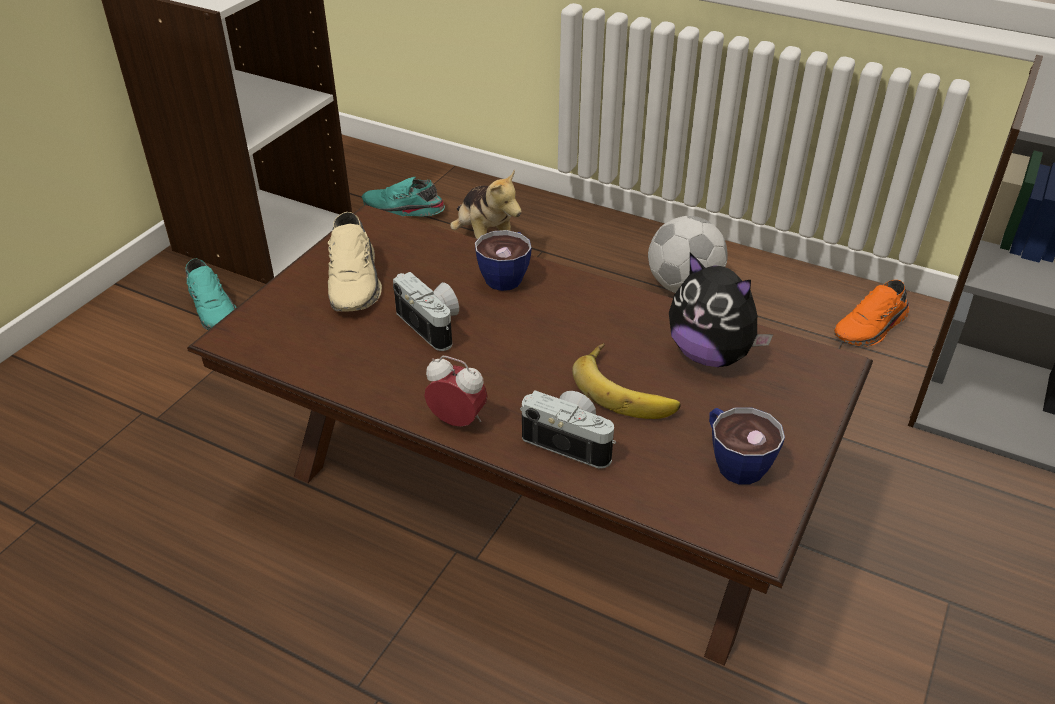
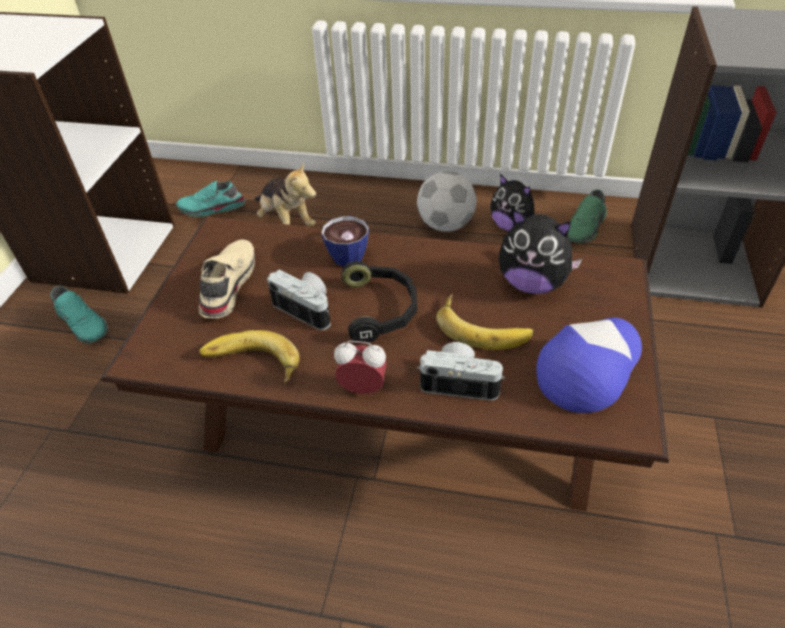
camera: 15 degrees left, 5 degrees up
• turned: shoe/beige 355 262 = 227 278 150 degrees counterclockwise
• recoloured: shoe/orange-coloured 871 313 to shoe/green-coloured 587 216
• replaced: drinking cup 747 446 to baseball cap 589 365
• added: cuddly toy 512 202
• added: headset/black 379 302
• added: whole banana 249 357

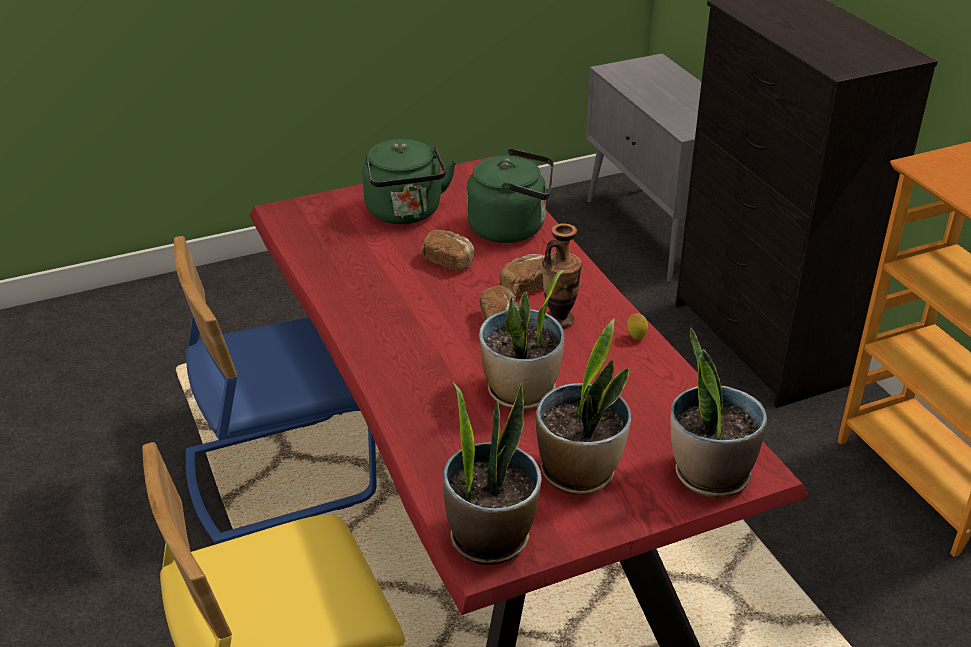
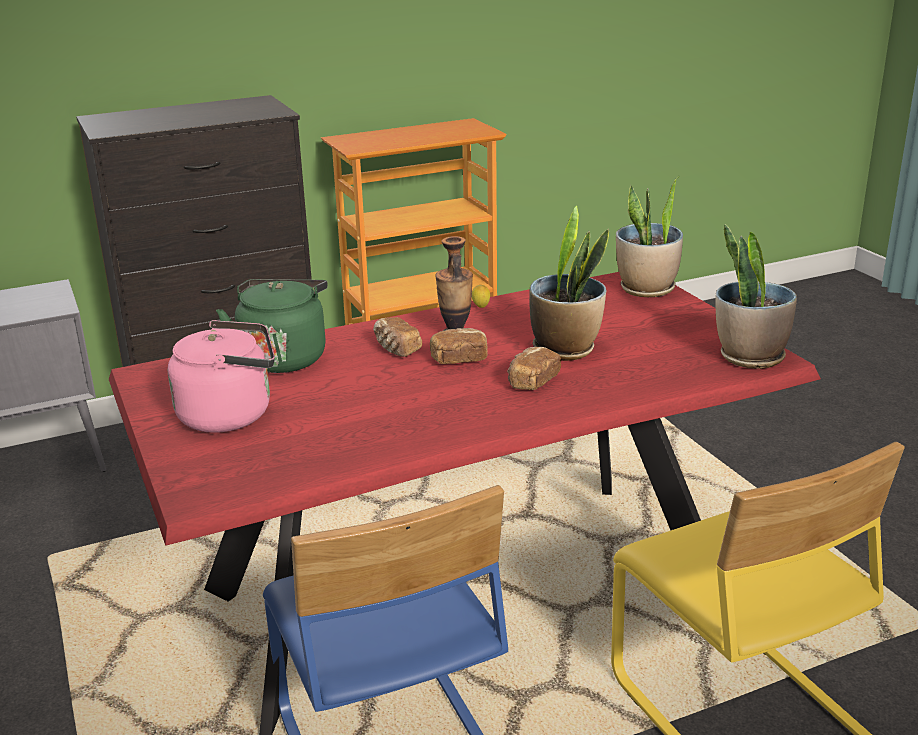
camera: 90 degrees left, 10 degrees down
• recoloured: kettle/green-coloured 409 181 to kettle/pink 221 376
• moved: bread 448 250 to 534 368
• removed: plant in a pot 583 406

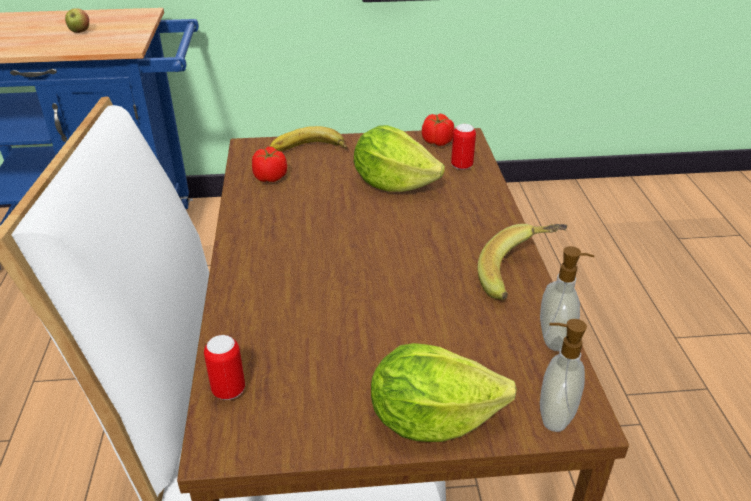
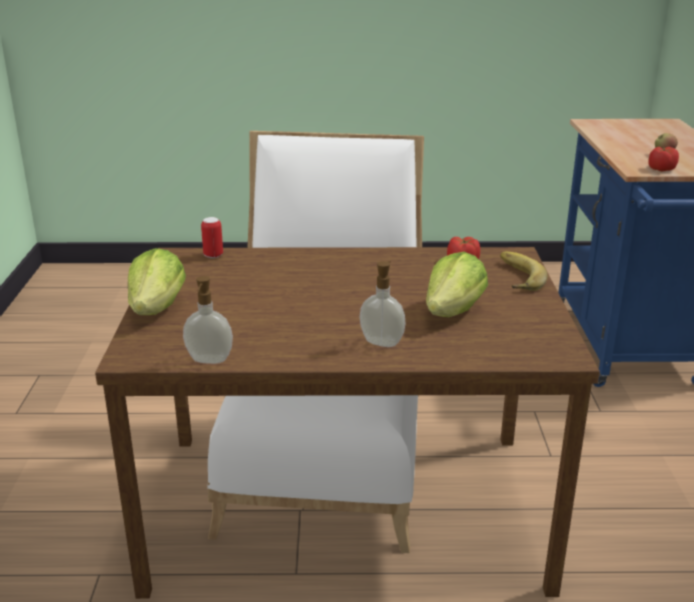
camera: 95 degrees right, 10 degrees down
• moved: fresh tomato 438 130 to 663 159
• removed: can 463 147
• removed: whole banana 522 262
• moved: soap bottle 563 375 to 383 304

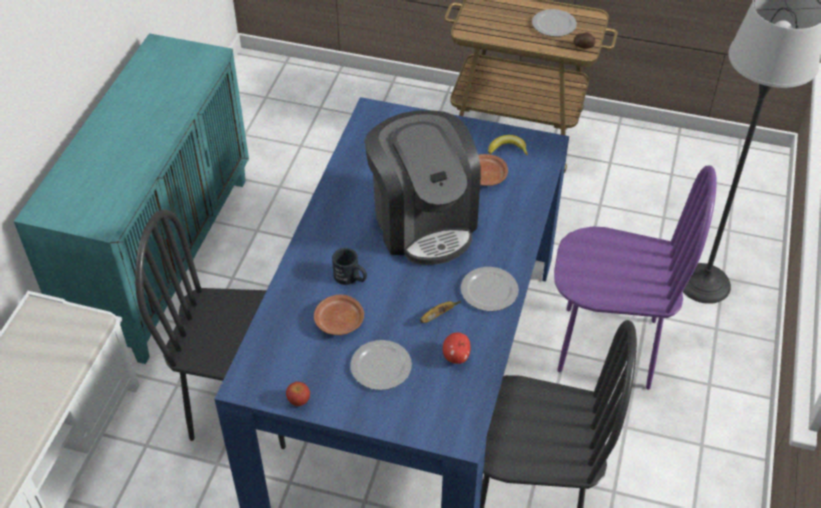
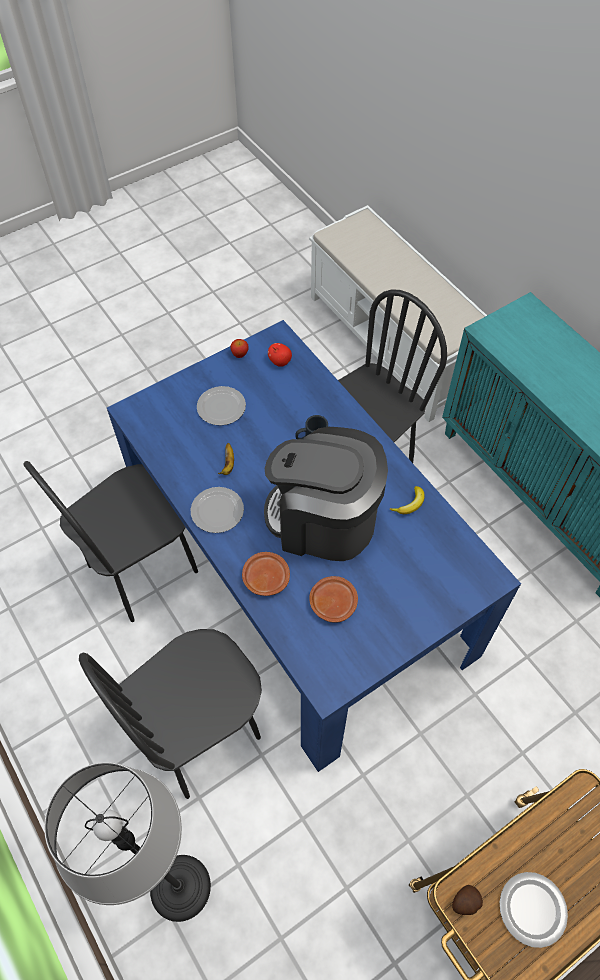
camera: 130 degrees right, 10 degrees up
• moved: whole banana 508 145 to 407 500
• recoloured: chair/purplish 635 277 to chair/black 170 714
• moved: plate/brown 339 315 to 266 574
• moved: apple fruit 457 348 to 280 355

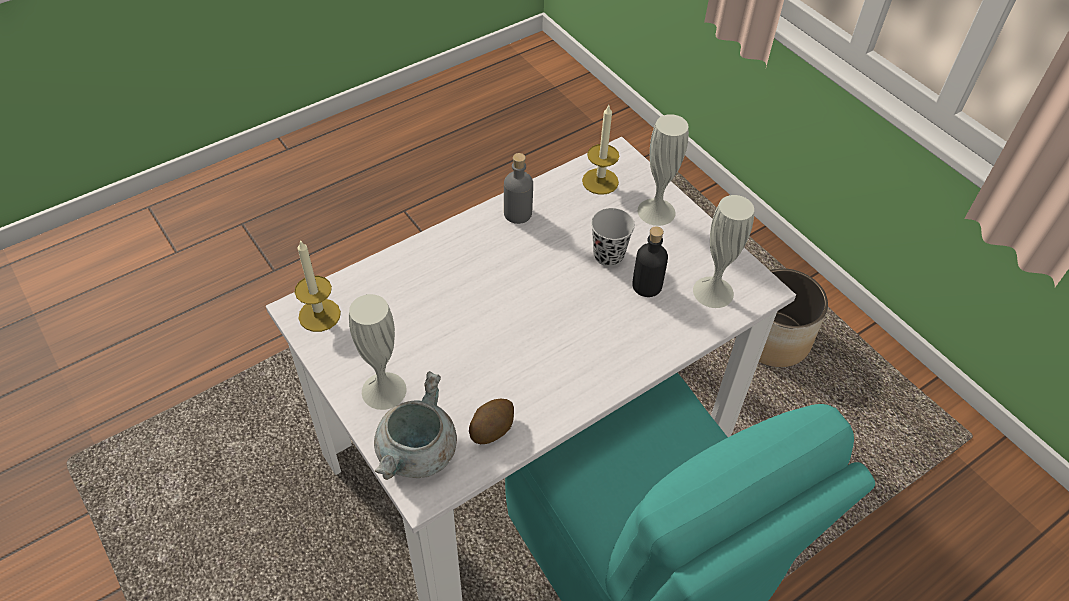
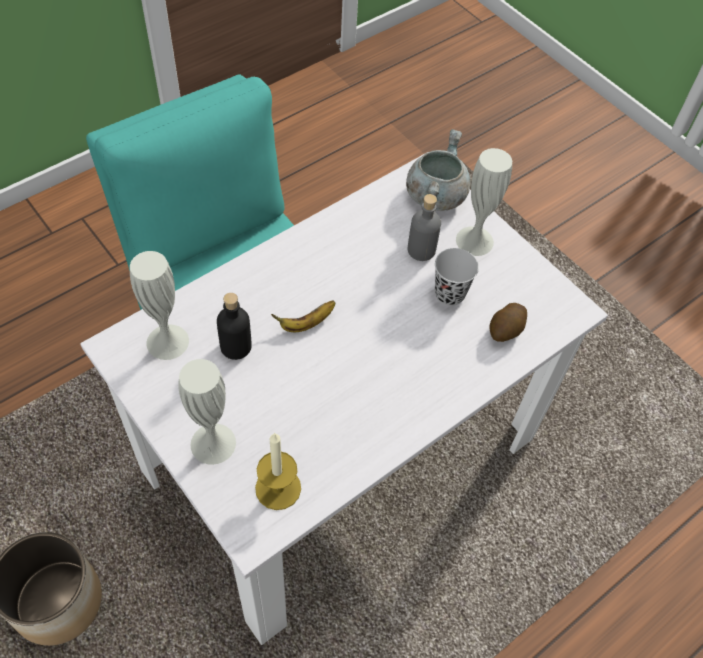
camera: 175 degrees right, 5 degrees up
• moved: bottle/gray 518 188 to 424 227
• moved: drinking cup/black 613 237 to 457 277
• removed: wax light 317 286
• moved: whole potato 491 421 to 508 322
• added: whole banana 303 316

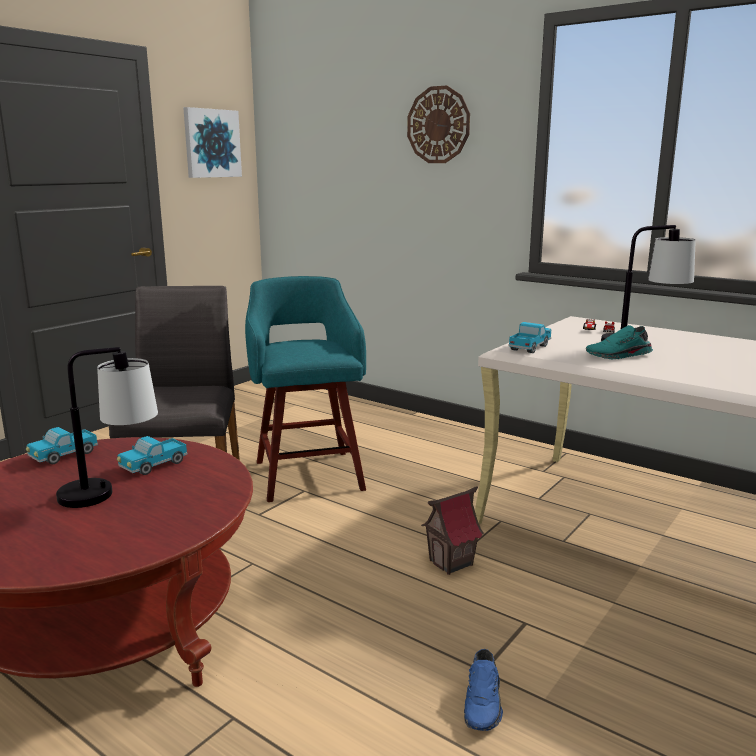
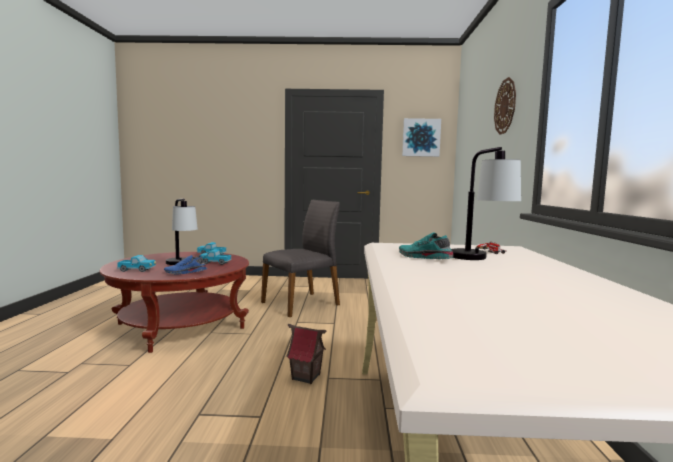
camera: 55 degrees right, 10 degrees down
• removed: stool seat/turquoise-coloured 305 389
• moved: toy lorry 529 337 to 136 263
• moved: shoe/blue-coloured 483 690 to 185 265

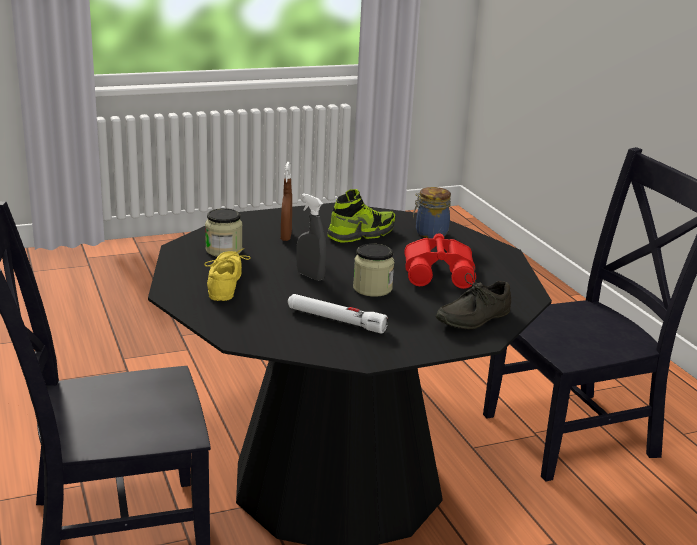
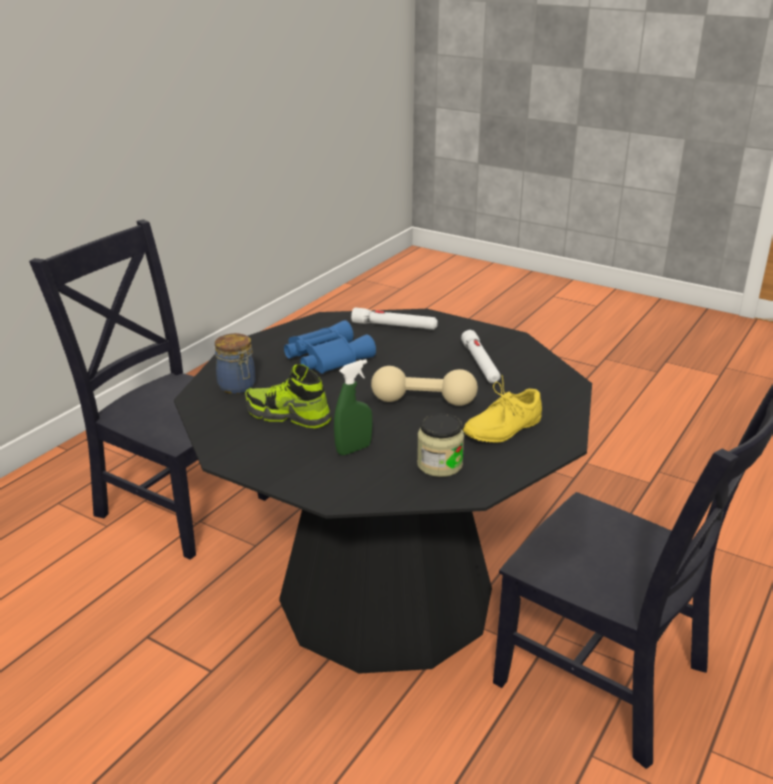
camera: 125 degrees left, 5 degrees up
• recoloured: spray bottle/brown 286 201 to spray bottle/green-coloured 353 407
• replaced: spray bottle/gray 311 237 to free weight/beige 424 386
• recoloured: pair of binoculars/reddish 440 261 to pair of binoculars/blue-coloured 330 347
• removed: storage jar 373 270
• replaced: shoe/gray 473 298 to flashlight/white-coloured 394 318

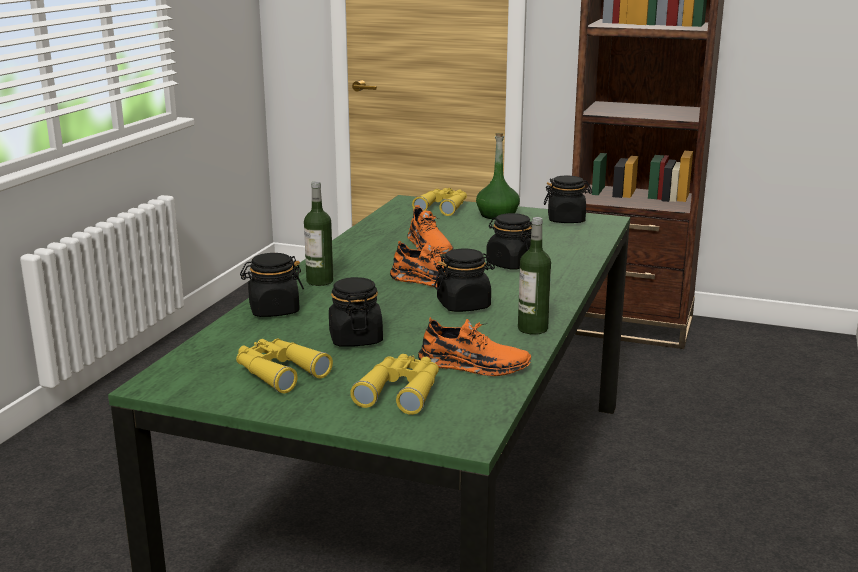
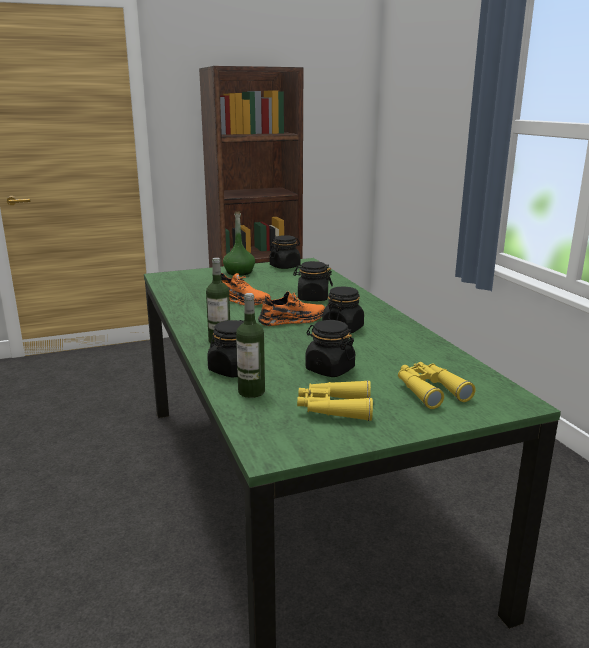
camera: 40 degrees left, 0 degrees up
• removed: pair of binoculars/yellow-coloured 439 202
• moved: bottle 534 276 to 250 345
• removed: shoe/orange-coloured 474 346

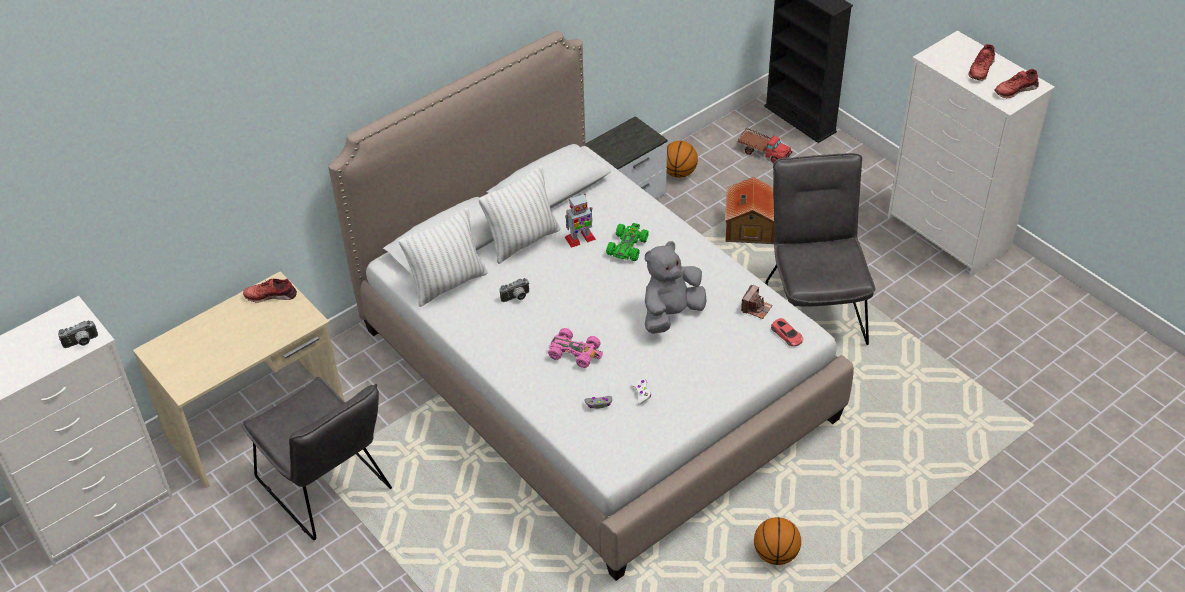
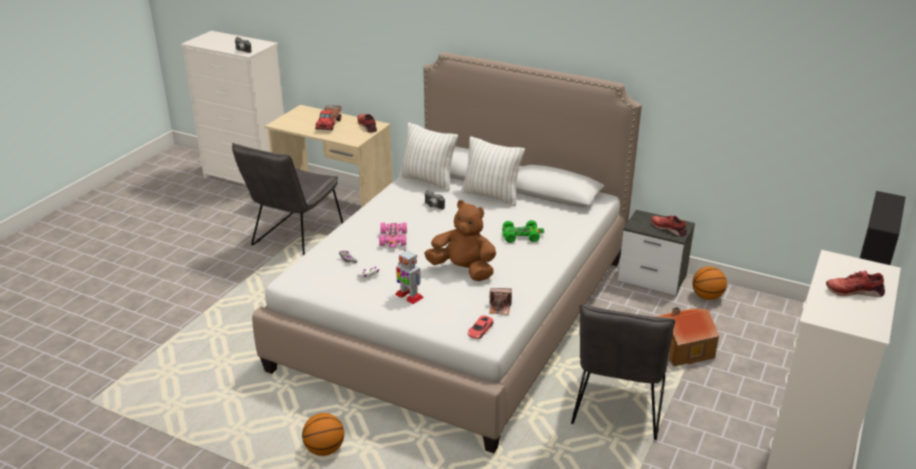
camera: 65 degrees right, 15 degrees down
• moved: shoe/reddish 1016 83 to 669 226
• moved: toy lorry 764 145 to 328 117
• turned: chair/gray 820 249 = 623 372 135 degrees clockwise
• moved: toy robot 580 221 to 409 277
• recoloured: cuddly toy/gray 676 287 to cuddly toy/brown 460 240

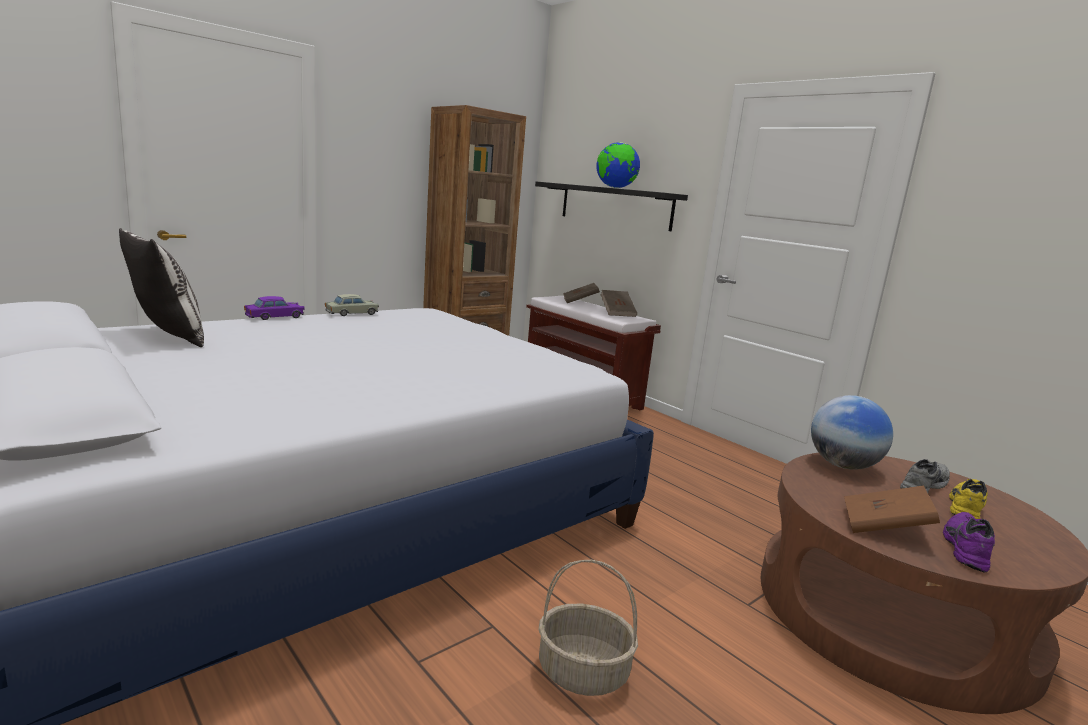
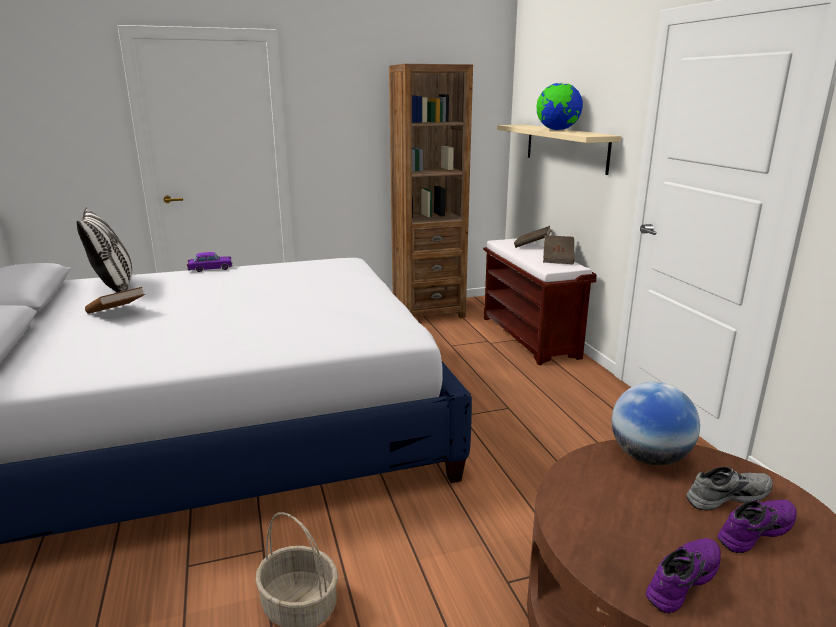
camera: 25 degrees right, 5 degrees up
• recoloured: shelf/black 611 206 to shelf/beige 559 150
• removed: toy car/beige 352 305
• recoloured: shoe/yellow-coloured 968 499 to shoe/purplish 757 526
• moved: bound book/brown 892 509 to 115 300

